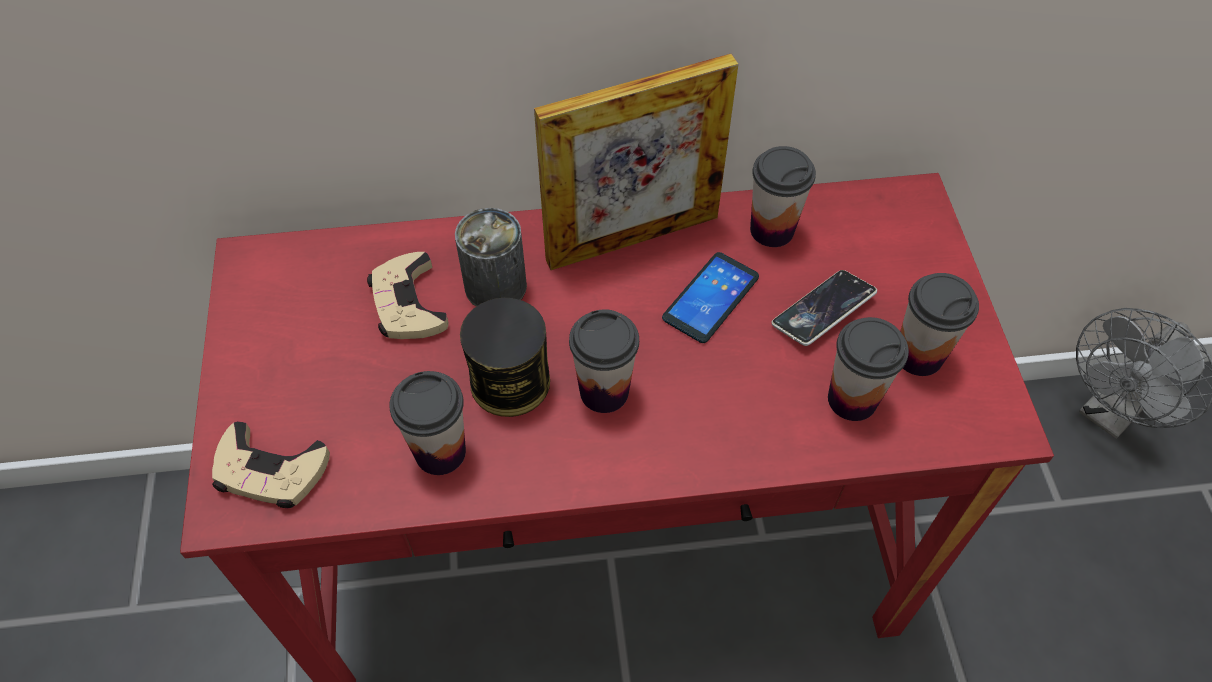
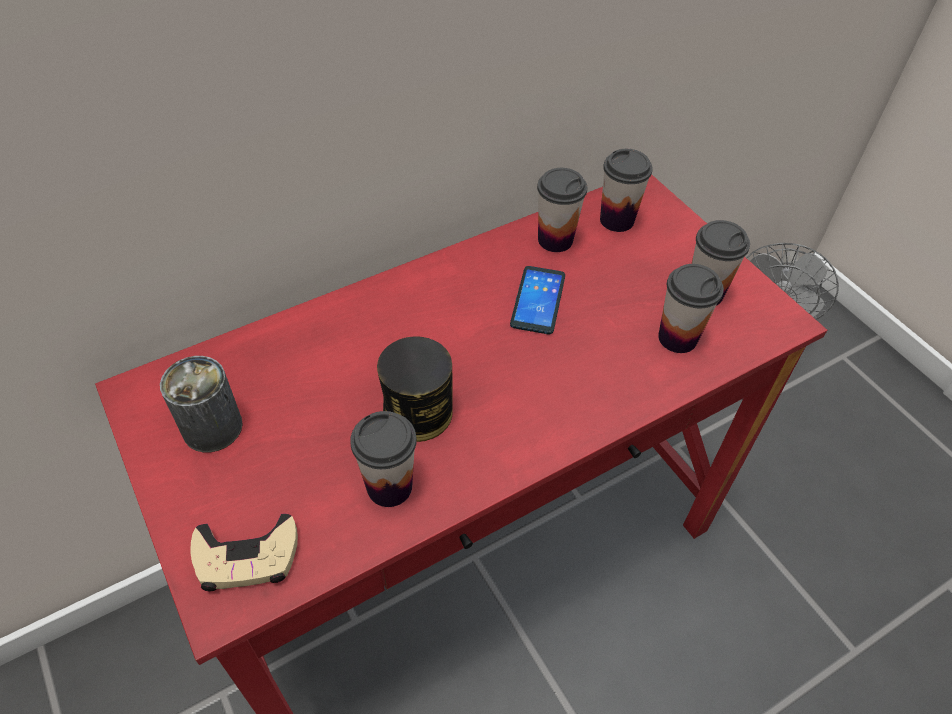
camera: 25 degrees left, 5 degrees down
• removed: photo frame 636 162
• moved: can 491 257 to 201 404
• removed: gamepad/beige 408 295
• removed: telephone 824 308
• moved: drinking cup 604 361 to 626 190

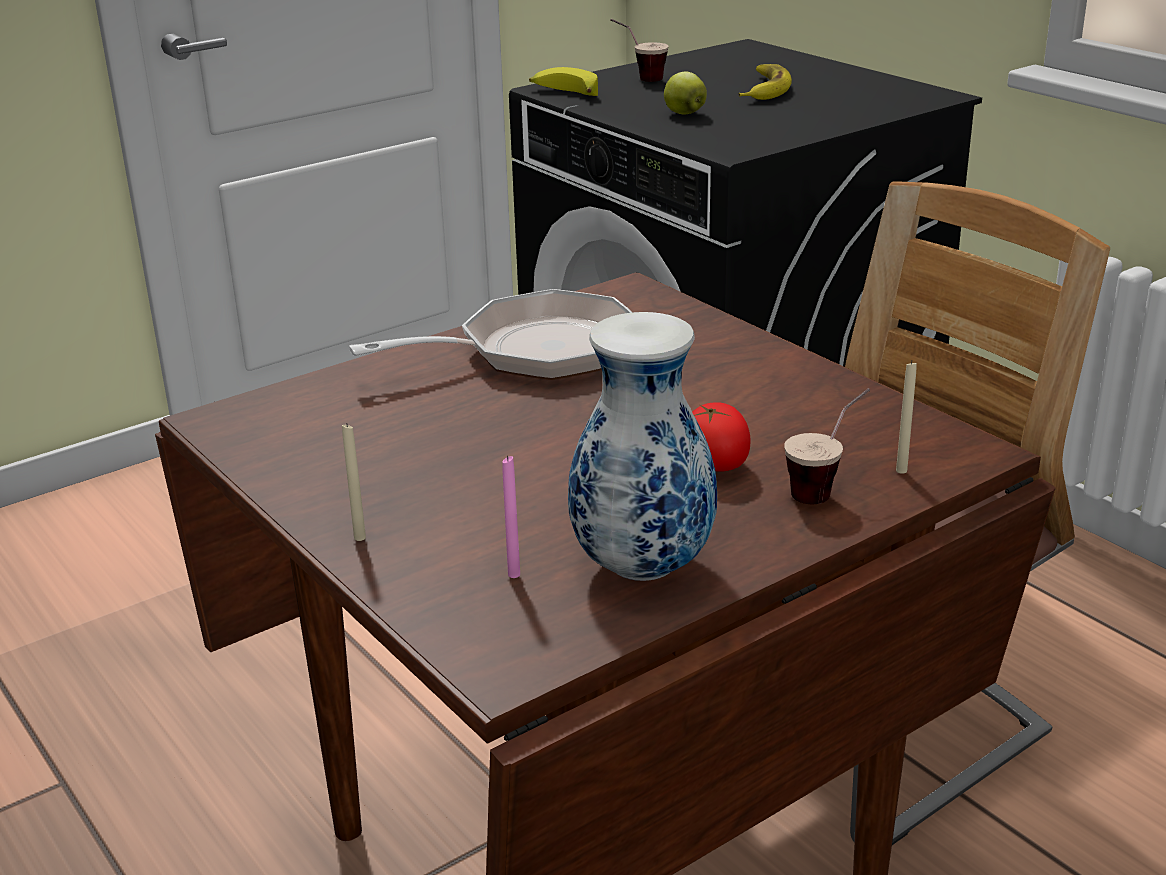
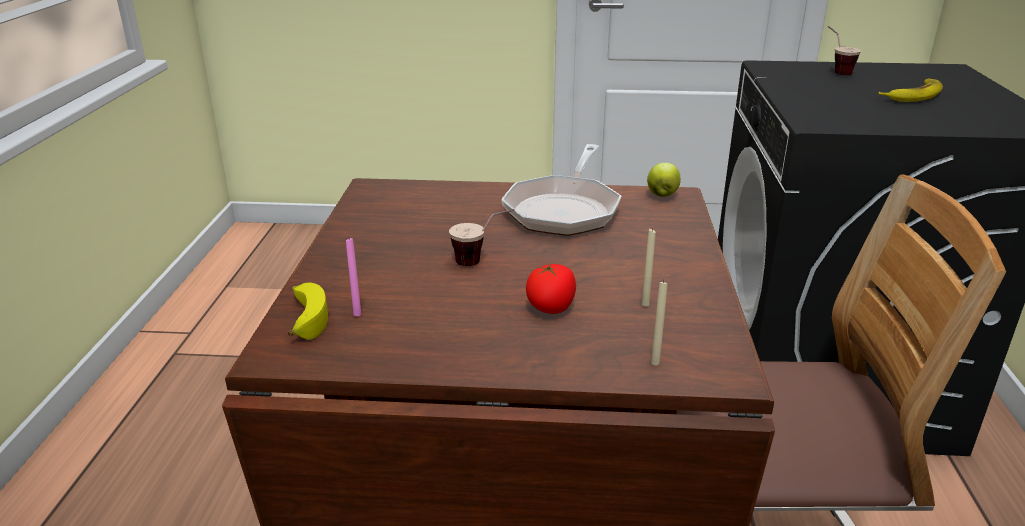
camera: 40 degrees right, 0 degrees up
• moved: whole banana 563 81 to 308 311
• moved: apple fruit 685 93 to 664 180
• turned: pan 490 334 = 561 190 90 degrees clockwise
• removed: vase 642 446
• moved: drinking cup 827 446 to 482 237
• moved: wax light/beige 354 483 to 649 267

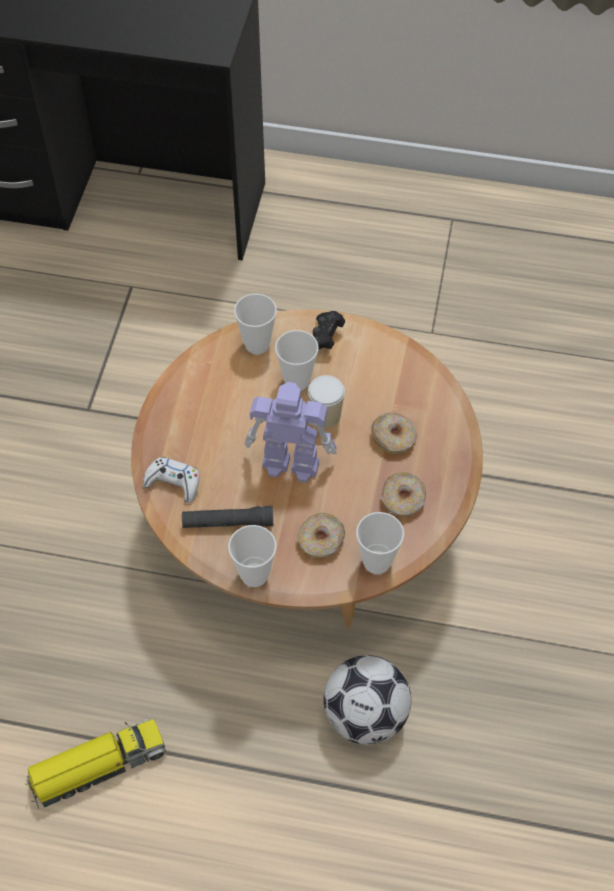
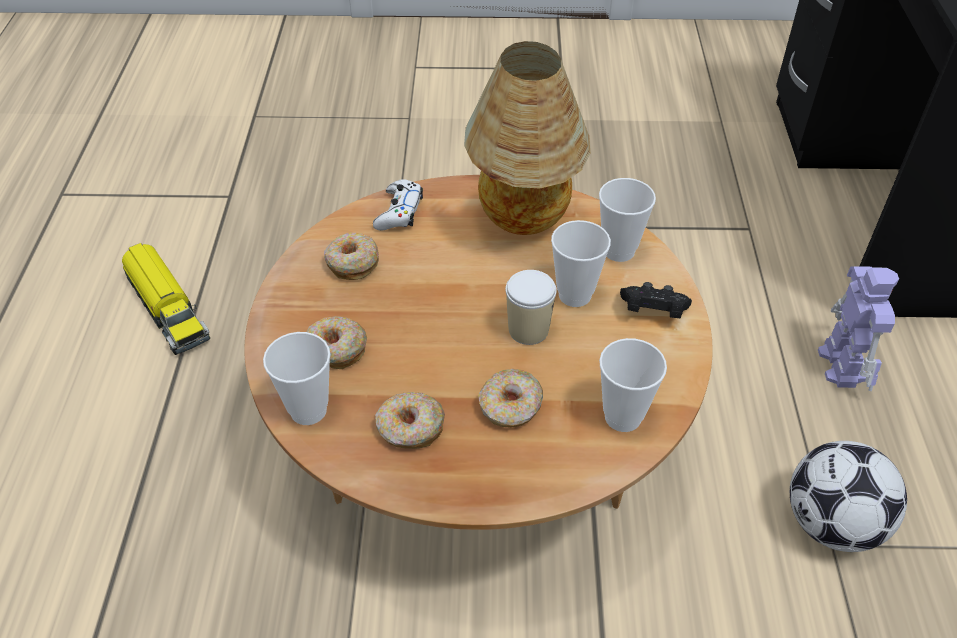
camera: 80 degrees right, 10 degrees down
• moved: toy robot 290 432 to 858 328
• replaced: flashlight/black 227 517 to ring doughnut 351 256
• moved: drinking cup 252 556 to 633 385
• moved: football ball 367 700 to 848 496
• added: tabletop lamp 527 138

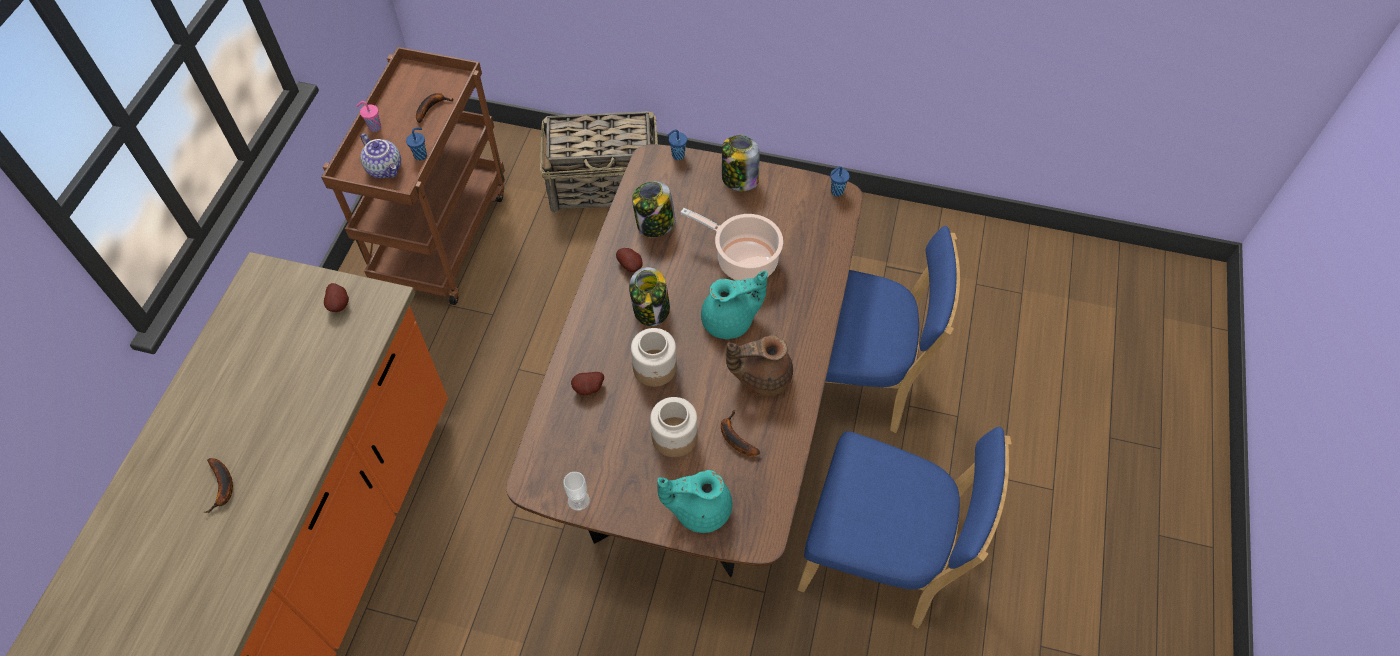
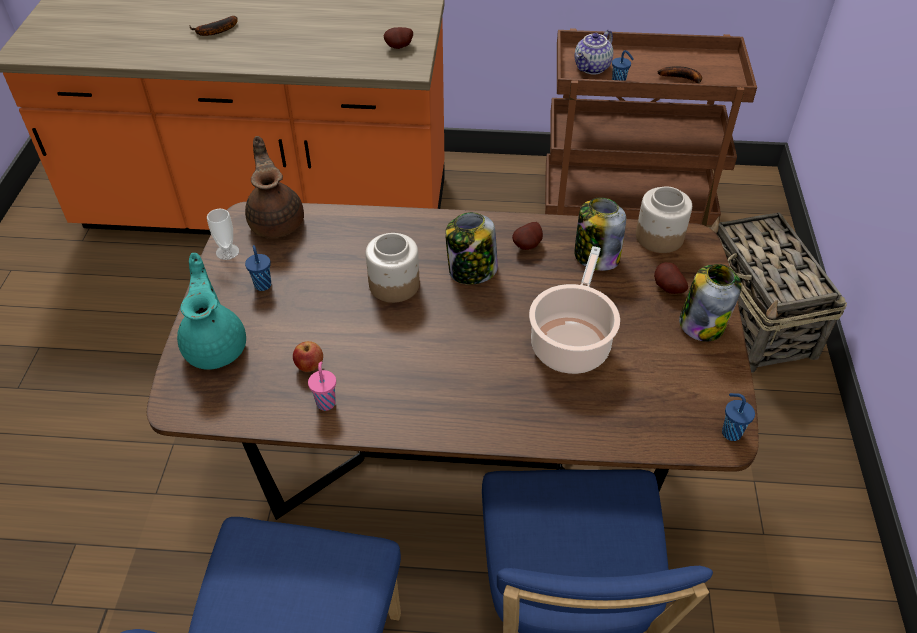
camera: 80 degrees right, 10 degrees down
• moved: drinking cup/pink 368 116 to 322 386
• moved: drinking cup/blue-coloured 677 144 to 258 268
• removed: pot for tea/turquoise-coloured 734 305
• moved: pot for tea/brown 759 366 to 274 187
• moved: whole potato 587 384 to 671 278
• moved: storage jar 673 427 to 664 219
• replaced: whole banana 740 433 to apple fruit 308 356

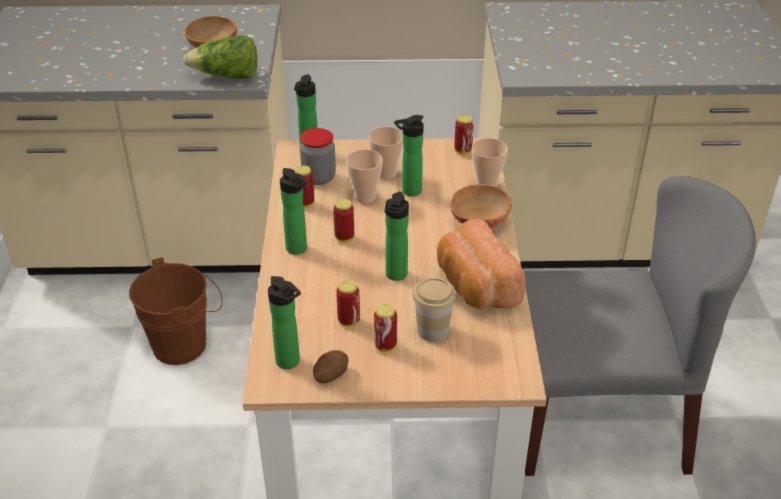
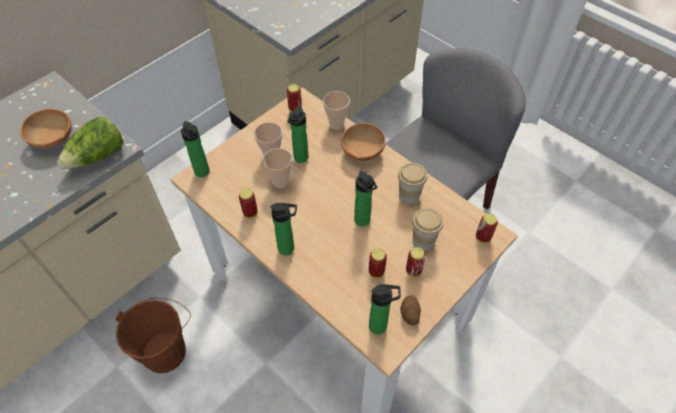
camera: 45 degrees left, 15 degrees up
• removed: storage jar 318 156
• moved: can 343 220 to 487 228
• replaced: bread 481 263 to drinking cup 412 183

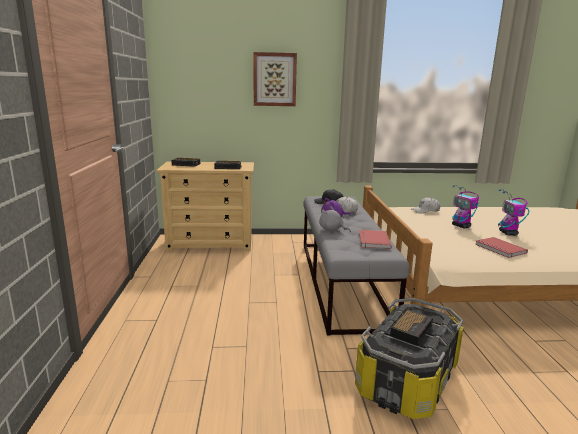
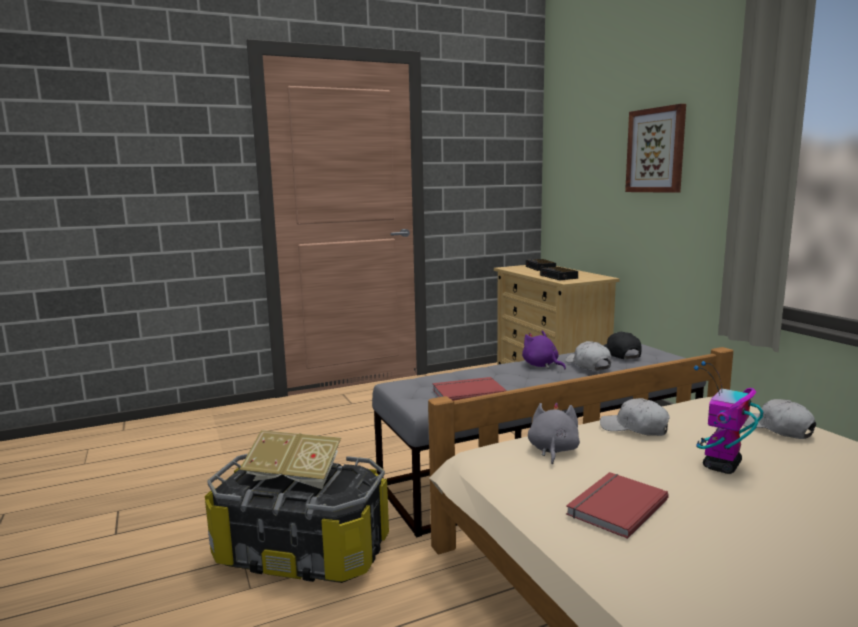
camera: 70 degrees right, 5 degrees down
• removed: toy robot 513 212
• moved: cuddly toy/gray 335 219 to 554 433
• replaced: alarm clock 411 327 to bound book 290 459
• added: baseball cap/white-coloured 635 417

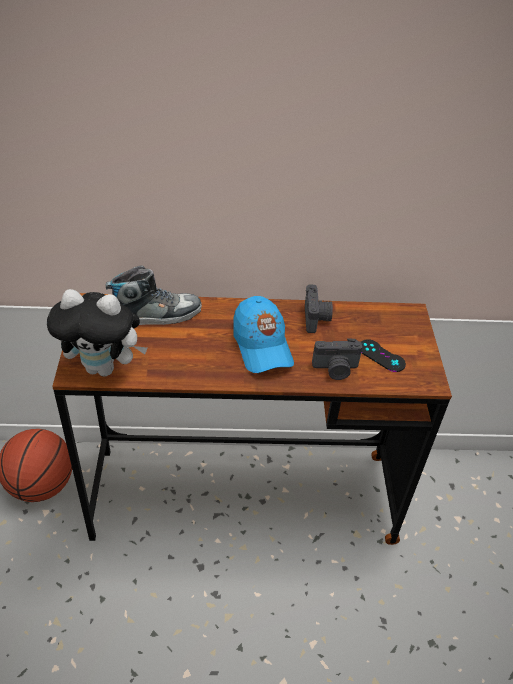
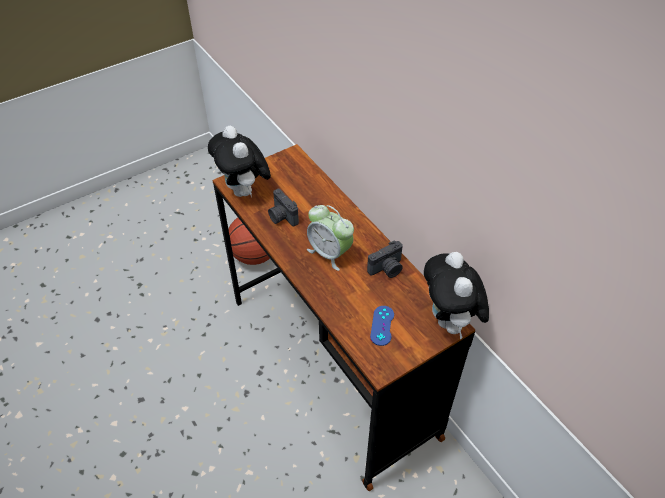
camera: 60 degrees right, 5 degrees up
• removed: shoe 154 295
• replaced: baseball cap/blue-coloured 263 334 to alarm clock 330 238
• moved: still camera 337 359 to 283 207
• recoloured: gamepad/black 383 355 to gamepad/blue-coloured 382 326
• added: cuddly toy 456 296

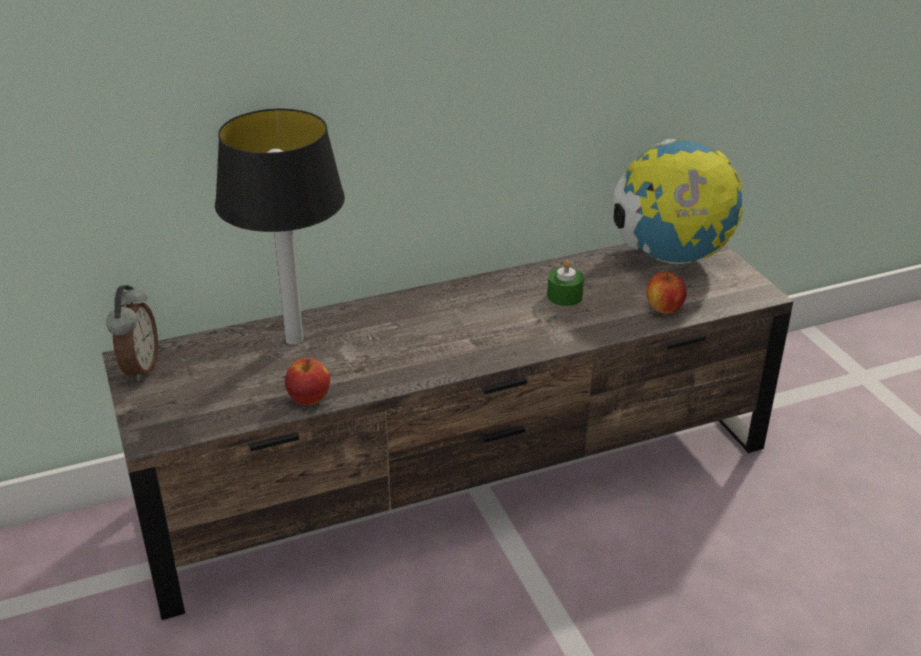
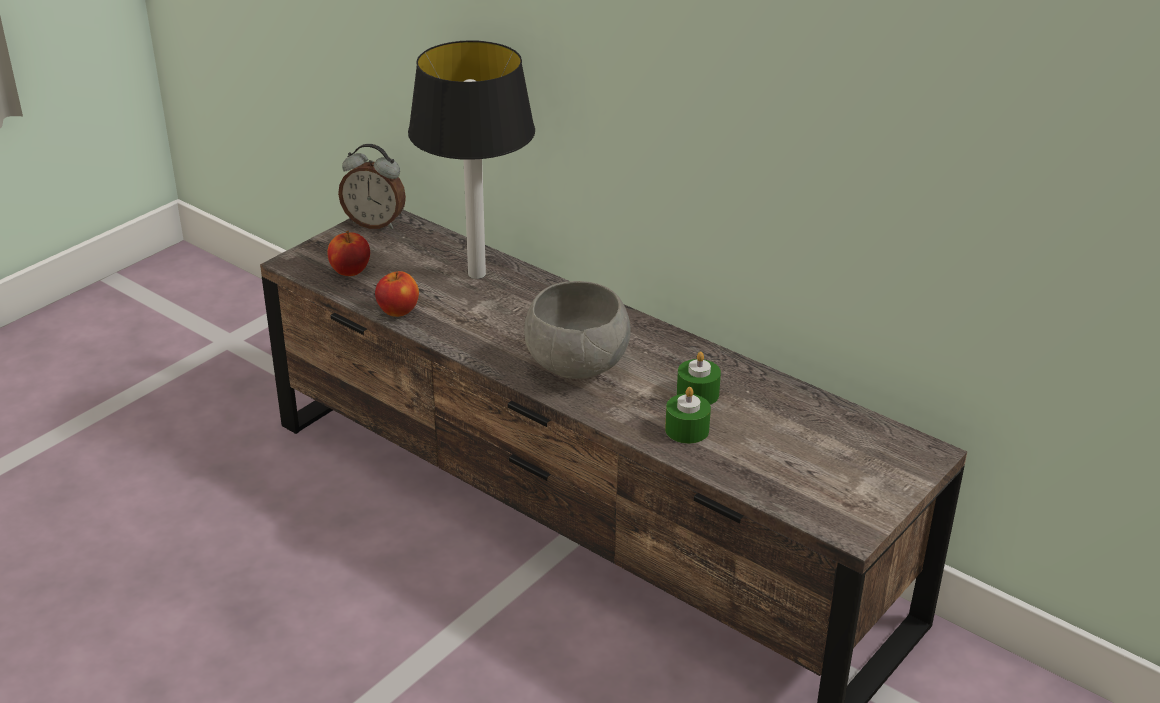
camera: 60 degrees right, 0 degrees up
• removed: desk globe 678 201
• moved: apple fruit 667 292 to 348 253
• turned: alarm clock 132 333 = 372 186 45 degrees clockwise
• added: serving bowl/gray 577 330
• added: wax light/green-coloured 688 415

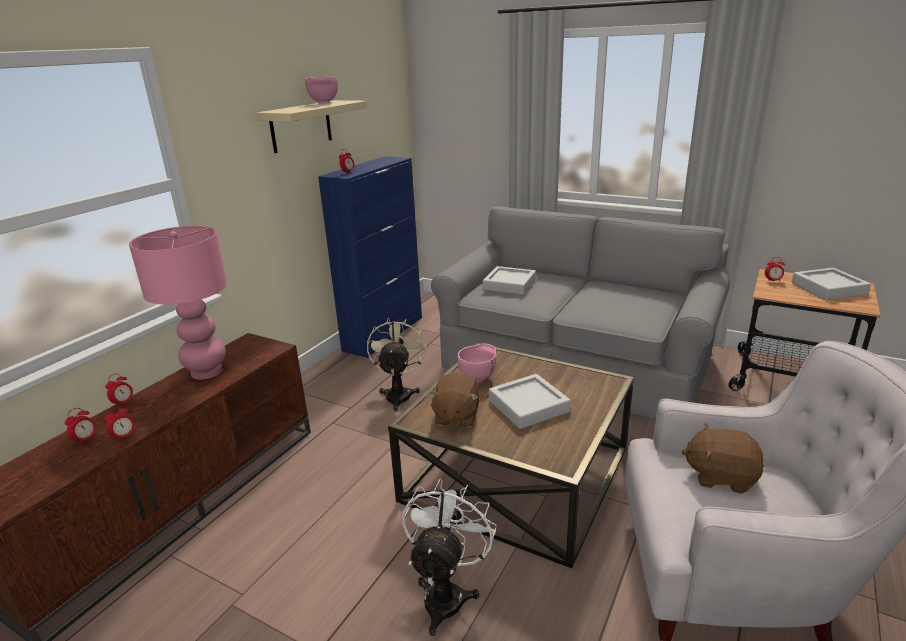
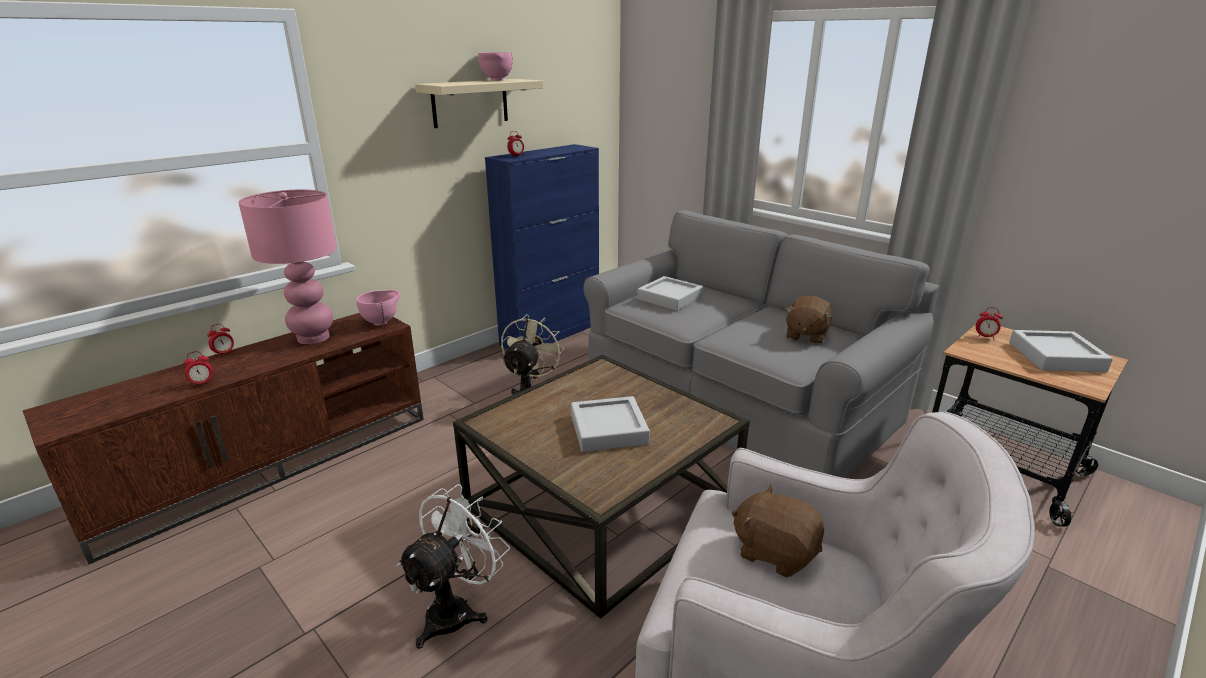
camera: 15 degrees right, 0 degrees up
• moved: serving bowl/pink 476 363 to 378 308
• moved: cuddly toy/brown 454 400 to 808 320
• removed: alarm clock 81 427

